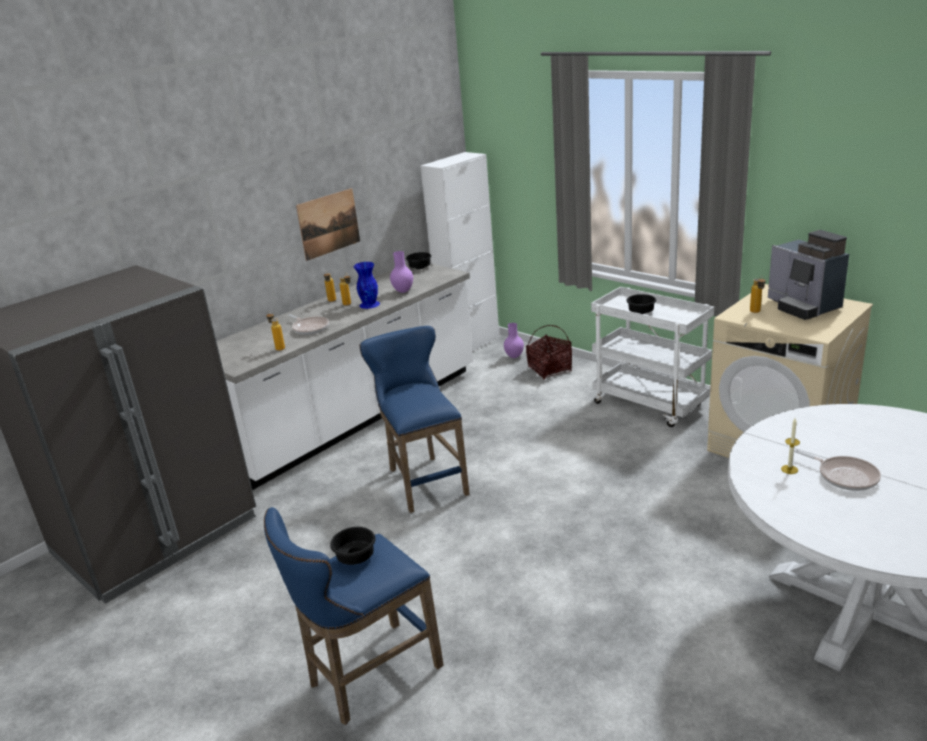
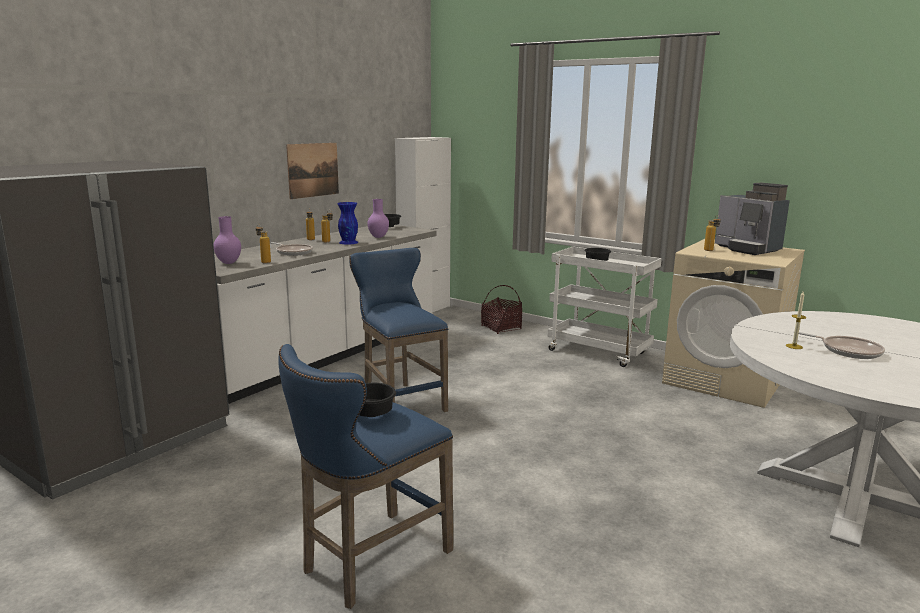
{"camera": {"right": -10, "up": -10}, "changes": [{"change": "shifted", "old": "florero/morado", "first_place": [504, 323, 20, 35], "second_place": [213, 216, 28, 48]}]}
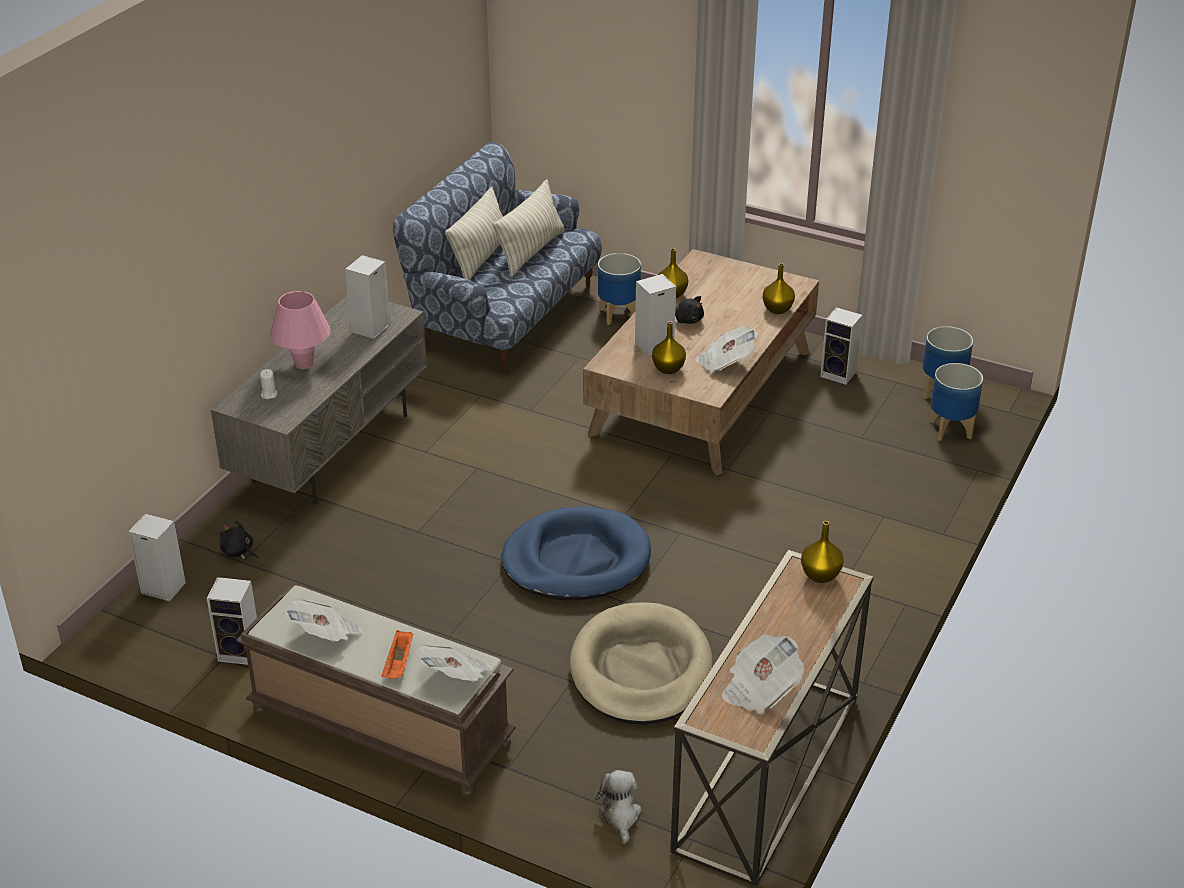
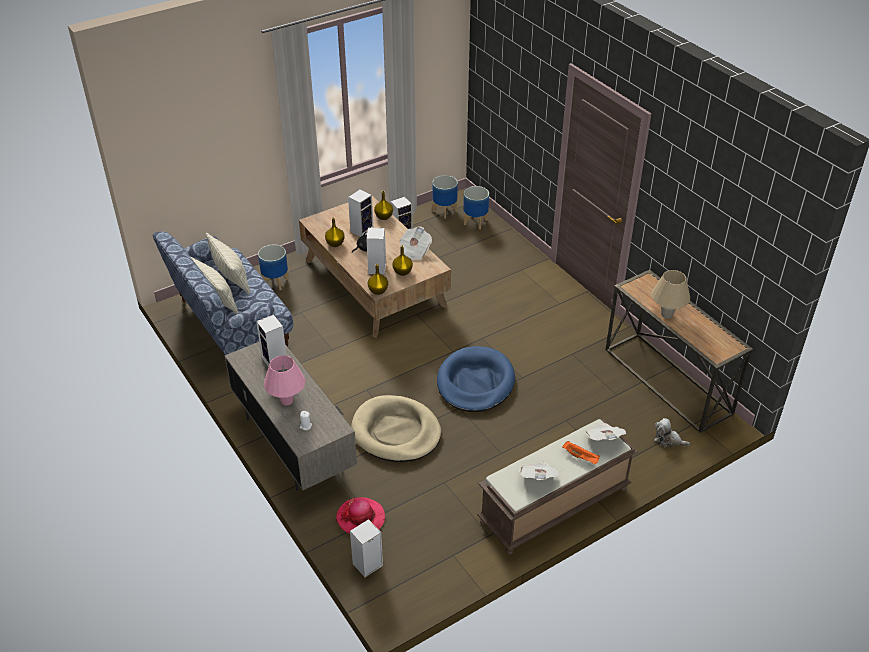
{"camera": {"right": -60, "up": 5}, "changes": [{"change": "gone", "old": "periódico", "first_place": [722, 634, 82, 80]}, {"change": "new", "new": "lámpara de mesa/beis", "second_place": [651, 270, 39, 49]}, {"change": "shifted", "old": "altavoz", "first_place": [207, 577, 50, 88], "second_place": [348, 190, 25, 47]}, {"change": "shifted", "old": "cama para perro/beis", "first_place": [570, 602, 143, 123], "second_place": [351, 395, 90, 67]}, {"change": "shifted", "old": "florero/amarillo", "first_place": [801, 521, 43, 62], "second_place": [368, 264, 20, 31]}, {"change": "swapped", "old": "peluche/negro", "new": "sombrero", "first_place": [220, 521, 39, 39], "second_place": [336, 497, 49, 37]}]}
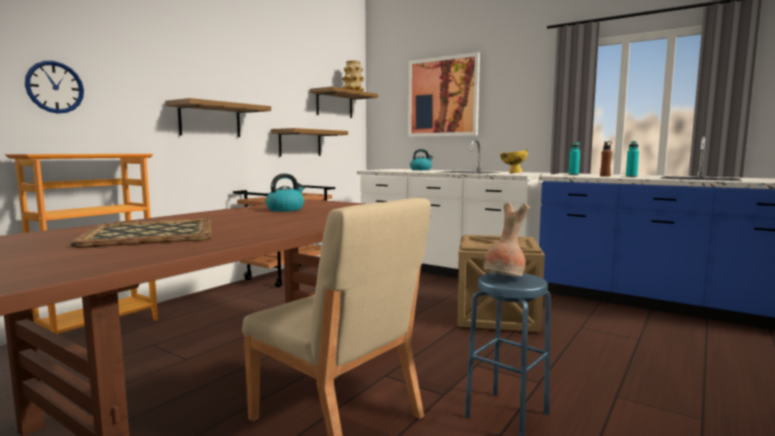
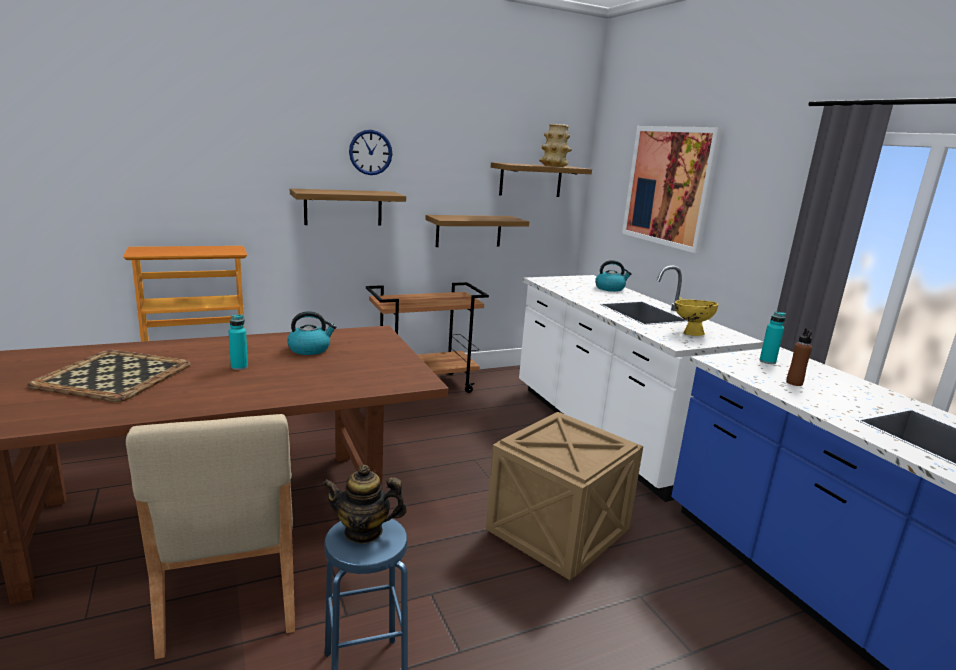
{"camera": {"right": 30, "up": 10}, "changes": [{"change": "shifted", "old": "reloj de pared", "first_place": [25, 61, 59, 53], "second_place": [349, 130, 43, 45]}, {"change": "shifted", "old": "botella/turquesa", "first_place": [626, 141, 13, 36], "second_place": [228, 315, 20, 55]}, {"change": "swapped", "old": "florero/marrón", "new": "tetera", "first_place": [483, 203, 47, 74], "second_place": [322, 465, 85, 78]}]}
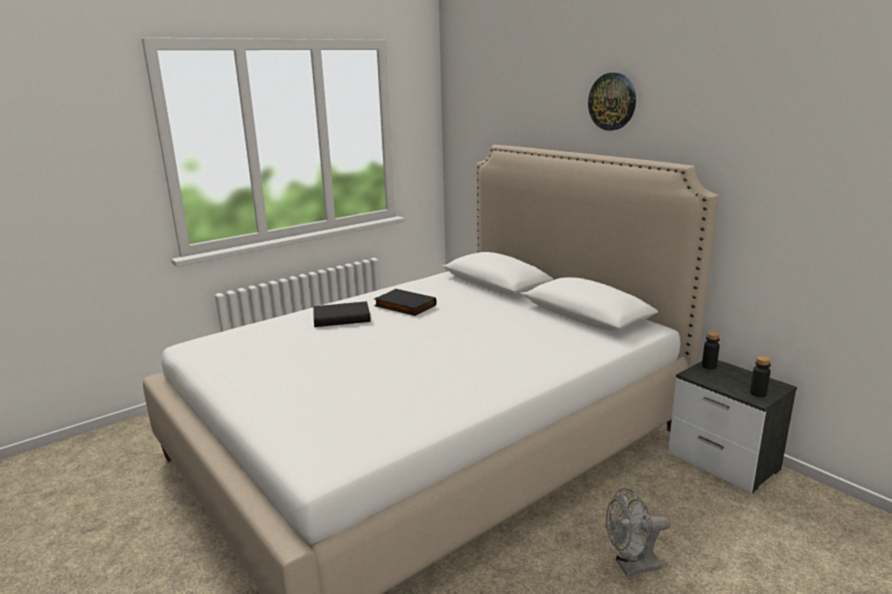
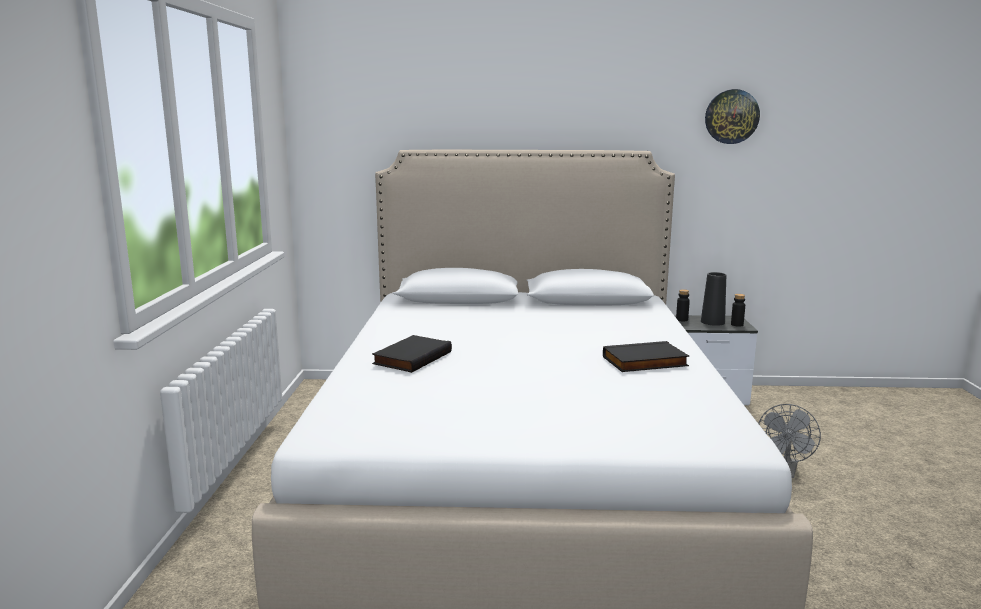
{"camera": {"right": -50, "up": -5}, "changes": [{"change": "new", "new": "florero/negro", "second_place": [701, 272, 25, 54]}, {"change": "shifted", "old": "libro/negro", "first_place": [374, 289, 62, 27], "second_place": [603, 341, 86, 31]}, {"change": "shifted", "old": "reloj de pared", "first_place": [588, 73, 48, 58], "second_place": [705, 89, 55, 55]}]}
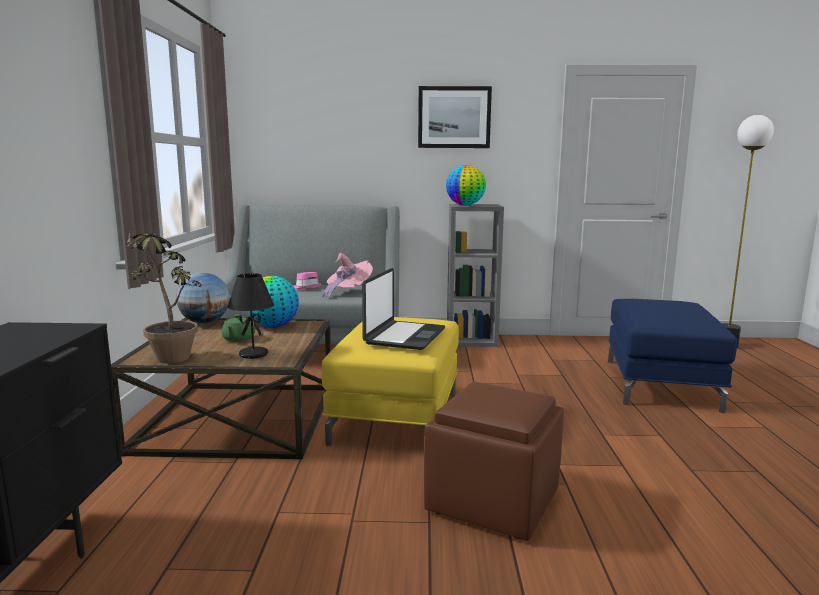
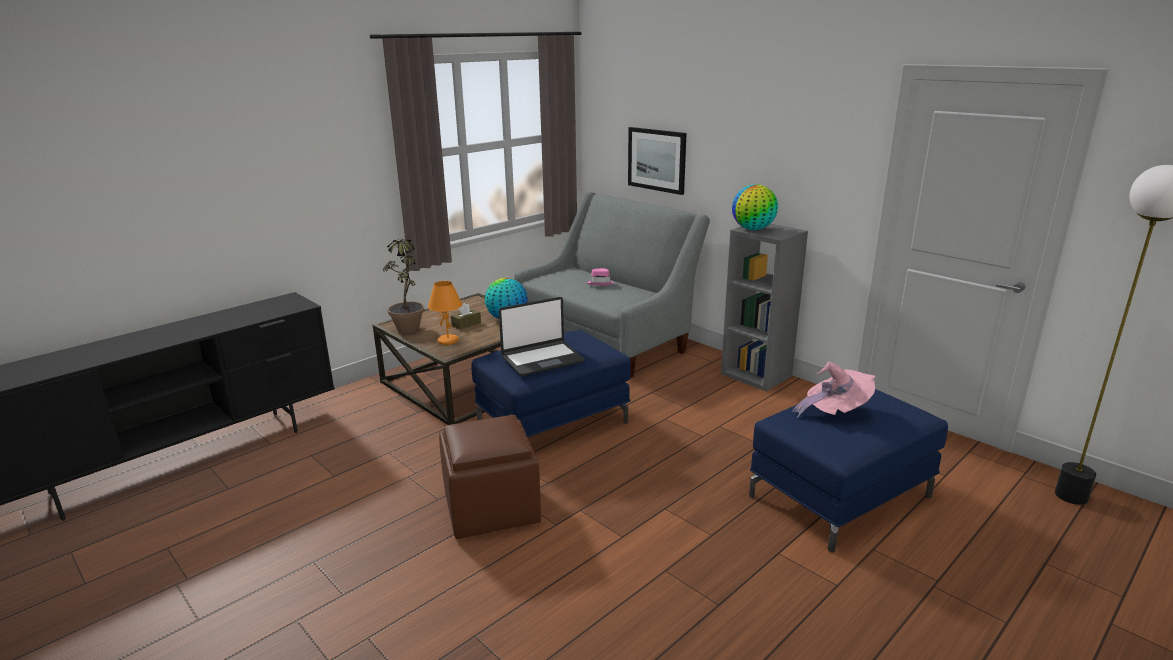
{"camera": {"right": 45, "up": 10}, "changes": [{"change": "gone", "old": "globo terráqueo", "first_place": [176, 273, 54, 51]}, {"change": "shifted", "old": "sombrero/rosa", "first_place": [322, 253, 51, 45], "second_place": [792, 361, 84, 57]}, {"change": "shifted", "old": "cuadro", "first_place": [418, 86, 74, 62], "second_place": [628, 127, 59, 68]}, {"change": "swapped", "old": "tetera/verde", "new": "caja de pañuelos/marrón", "first_place": [221, 314, 34, 28], "second_place": [451, 303, 30, 27]}, {"change": "repainted", "old": "lámpara de mesa/negro", "new": "lámpara de mesa/naranja", "first_place": [227, 273, 47, 86], "second_place": [428, 281, 34, 64]}, {"change": "repainted", "old": "puf/amarillo", "new": "puf/azul", "first_place": [322, 317, 137, 129], "second_place": [471, 330, 160, 107]}]}
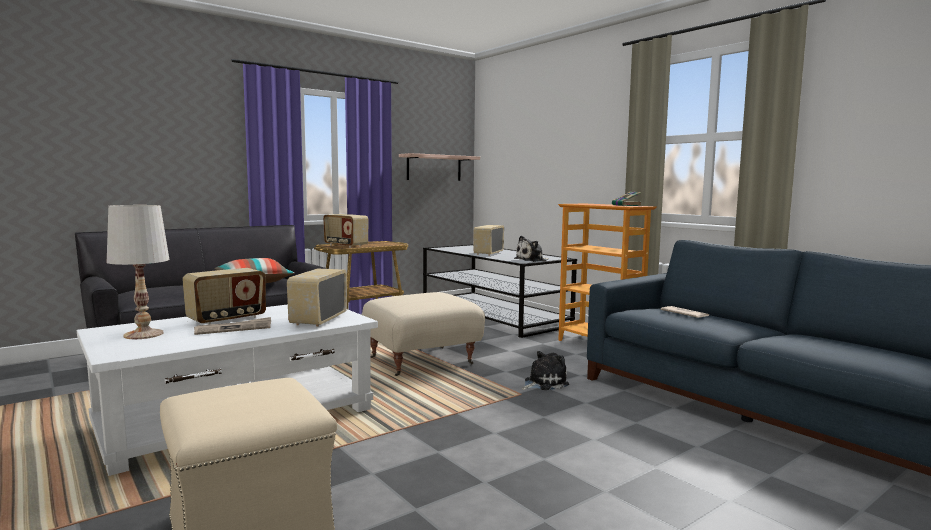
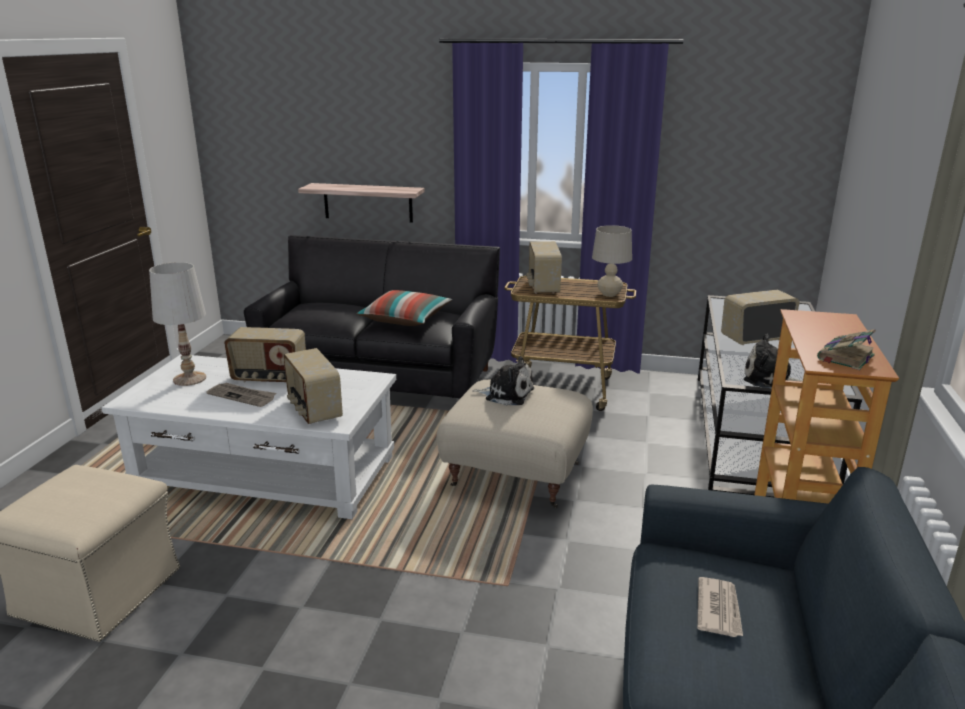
{"camera": {"right": 50, "up": 15}, "changes": [{"change": "new", "new": "lámpara de mesa/beis", "second_place": [592, 225, 40, 72]}, {"change": "shifted", "old": "estante", "first_place": [399, 153, 81, 28], "second_place": [298, 183, 127, 40]}, {"change": "shifted", "old": "peluche", "first_place": [522, 351, 47, 39], "second_place": [472, 356, 62, 49]}, {"change": "rotated", "old": "radio", "first_place": [287, 268, 60, 59], "second_place": [283, 348, 60, 76], "degrees": -90}]}
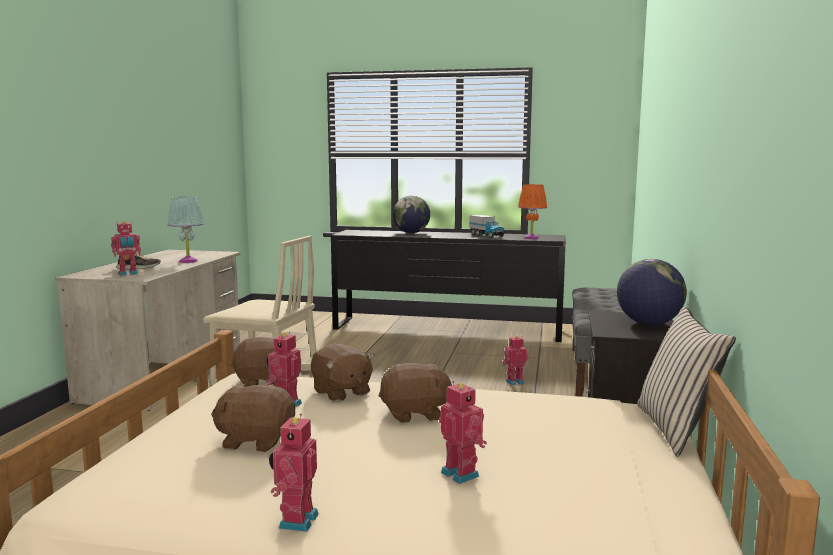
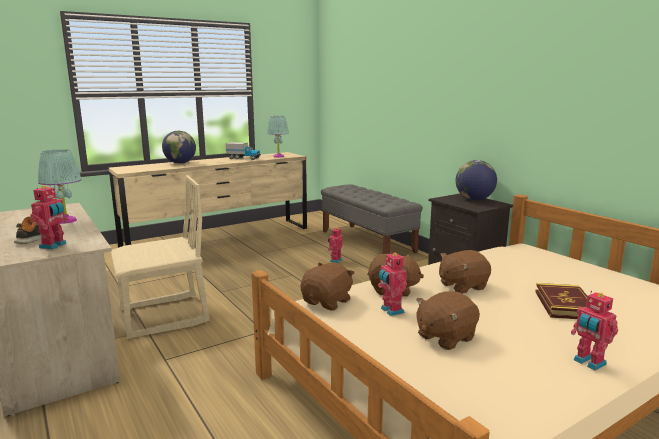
{"camera": {"right": -45, "up": 5}, "changes": [{"change": "gone", "old": "cojín/beis", "first_place": [637, 307, 99, 150]}, {"change": "swapped", "old": "robot de juguete", "new": "libro", "first_place": [439, 381, 48, 103], "second_place": [535, 283, 53, 36]}, {"change": "repainted", "old": "cómoda/negro", "new": "cómoda/beis", "first_place": [331, 230, 235, 112], "second_place": [109, 152, 198, 96]}, {"change": "repainted", "old": "lámpara de mesa/naranja", "new": "lámpara de mesa/turquesa", "first_place": [518, 184, 29, 55], "second_place": [267, 116, 22, 42]}, {"change": "rotated", "old": "peluche/marrón", "first_place": [379, 362, 73, 61], "second_place": [439, 250, 52, 44], "degrees": -150}]}
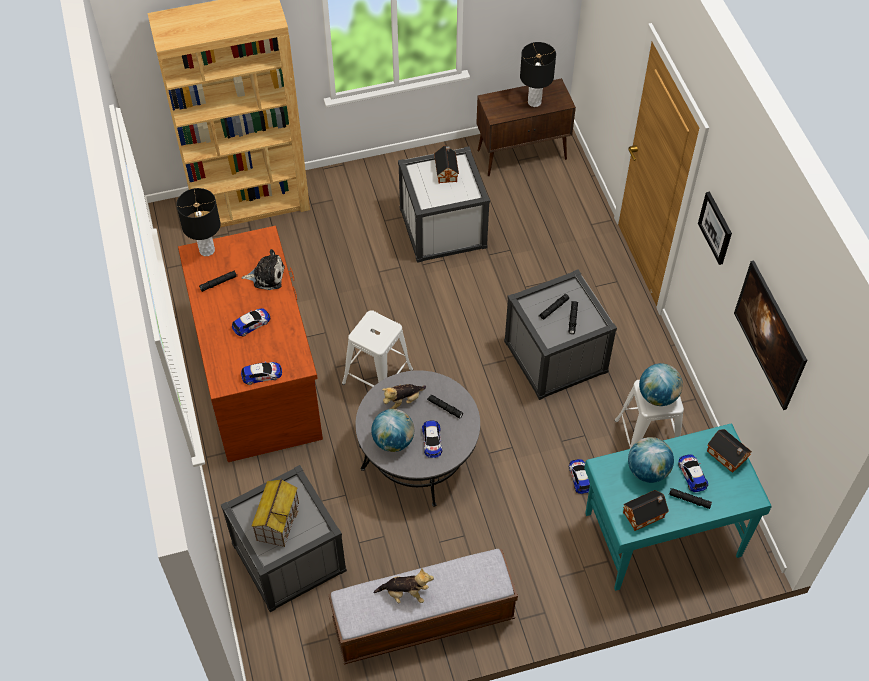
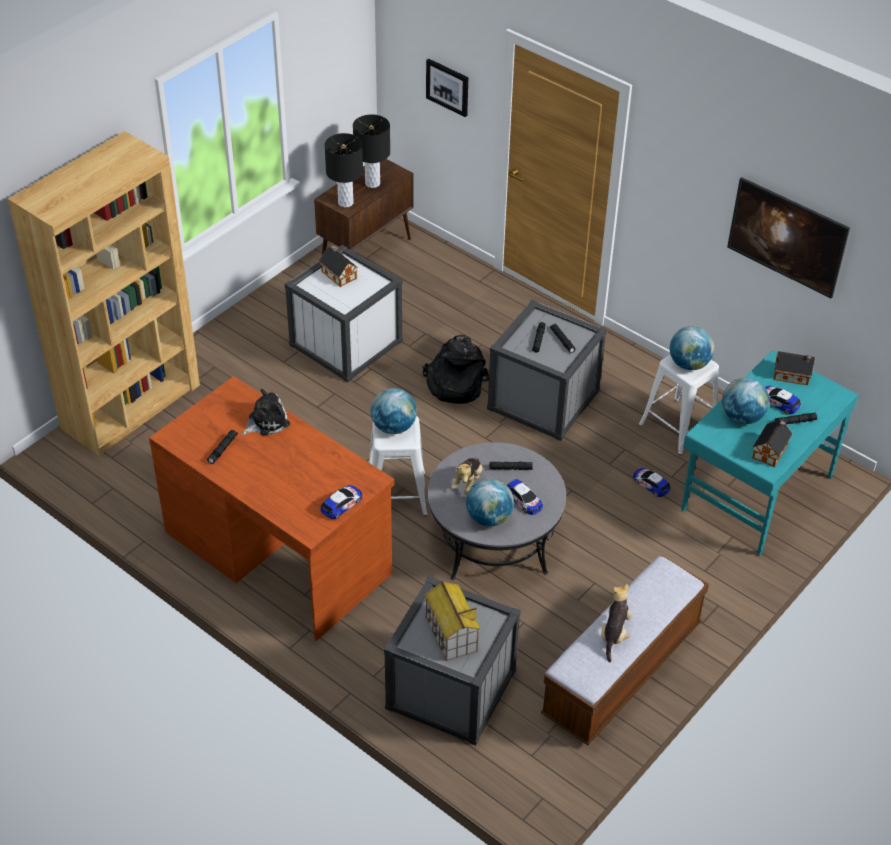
{"camera": {"right": -35, "up": -10}, "changes": [{"change": "gone", "old": "coche de juguete", "first_place": [232, 308, 38, 29]}, {"change": "new", "new": "globo terráqueo", "second_place": [371, 388, 46, 46]}, {"change": "new", "new": "mochila/negro", "second_place": [422, 335, 67, 69]}, {"change": "shifted", "old": "lámpara de mesa/negro", "first_place": [176, 188, 45, 68], "second_place": [325, 133, 38, 75]}, {"change": "shifted", "old": "cuadro", "first_place": [698, 191, 34, 74], "second_place": [426, 59, 42, 58]}, {"change": "rotated", "old": "peluche", "first_place": [374, 568, 60, 35], "second_place": [601, 584, 31, 78], "degrees": -45}]}
